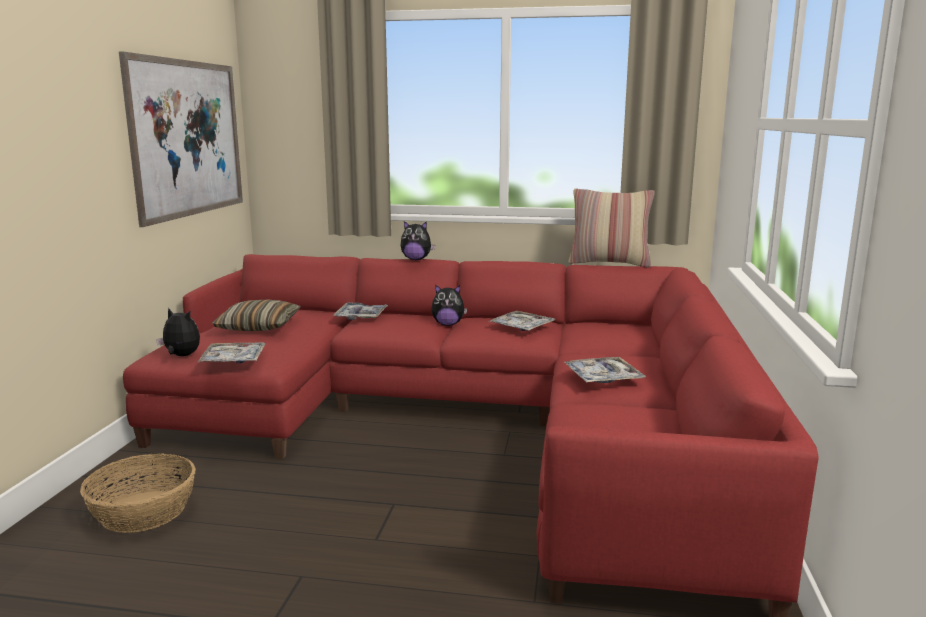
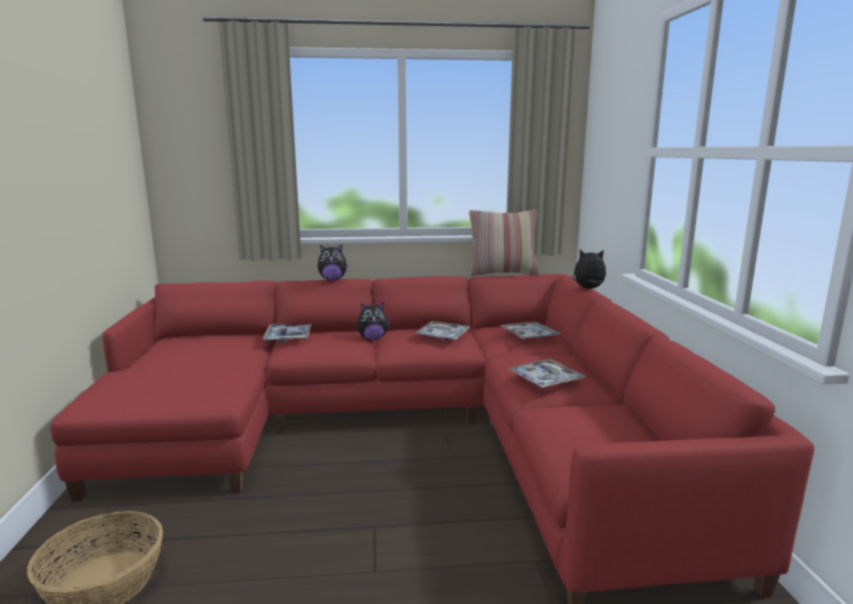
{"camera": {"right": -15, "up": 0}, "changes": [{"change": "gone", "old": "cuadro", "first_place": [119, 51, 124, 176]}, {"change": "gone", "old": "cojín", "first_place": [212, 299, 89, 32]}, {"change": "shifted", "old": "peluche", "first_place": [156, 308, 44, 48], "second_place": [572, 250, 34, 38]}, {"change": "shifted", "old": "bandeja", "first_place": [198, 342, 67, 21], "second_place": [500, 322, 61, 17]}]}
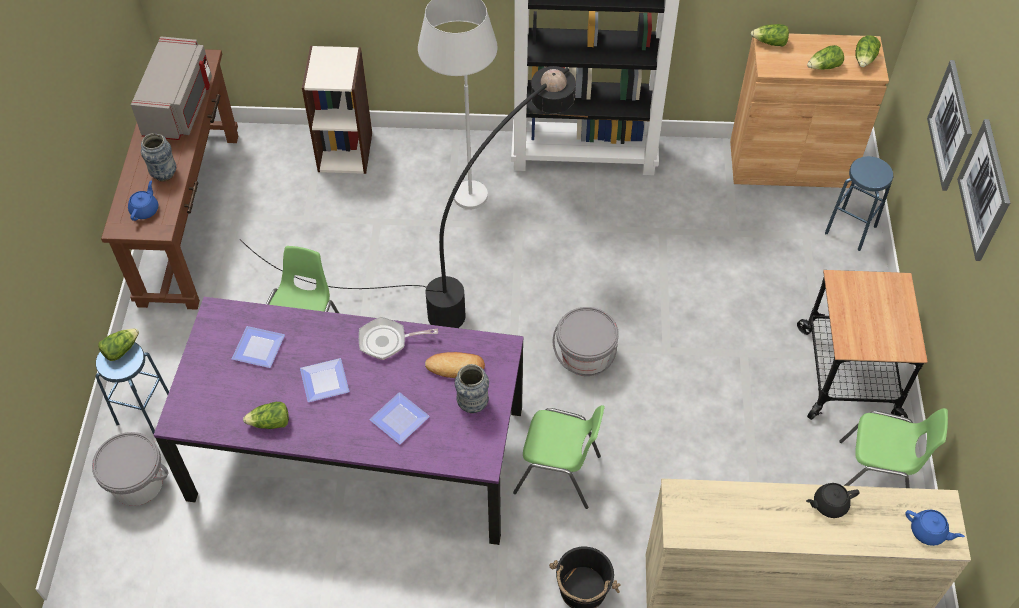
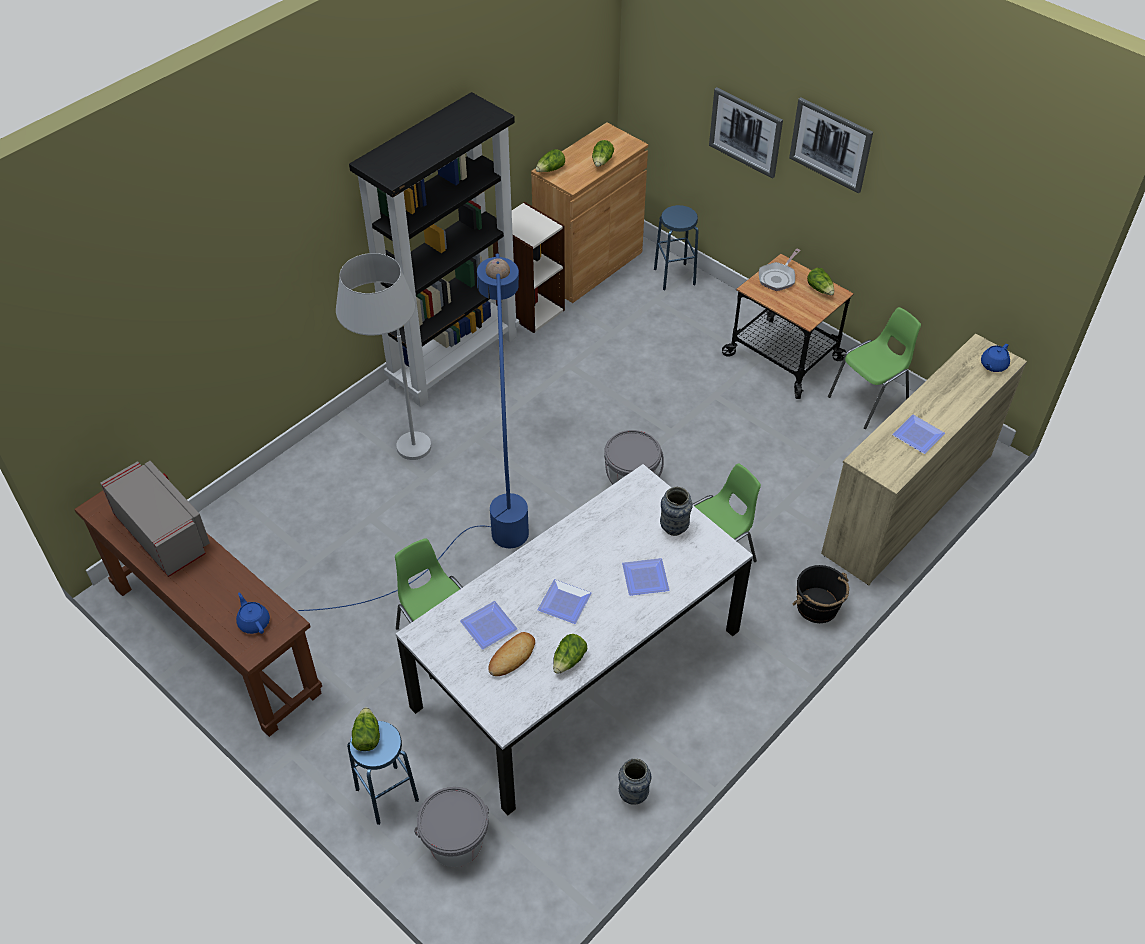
{"camera": {"right": -50, "up": -5}, "changes": [{"change": "gone", "old": "tetera/negro", "first_place": [806, 483, 54, 35]}, {"change": "new", "new": "plato", "second_place": [892, 414, 53, 40]}, {"change": "shifted", "old": "florero", "first_place": [141, 133, 35, 49], "second_place": [619, 758, 32, 47]}, {"change": "shifted", "old": "estantería", "first_place": [302, 46, 70, 128], "second_place": [493, 202, 72, 131]}, {"change": "shifted", "old": "sartén", "first_place": [359, 317, 79, 43], "second_place": [759, 248, 42, 43]}, {"change": "shifted", "old": "pan", "first_place": [425, 352, 60, 26], "second_place": [489, 632, 46, 44]}, {"change": "shifted", "old": "lechuga", "first_place": [855, 35, 26, 32], "second_place": [807, 268, 27, 27]}, {"change": "repainted", "old": "mesa de comedor/morado", "new": "mesa de comedor/blanco", "first_place": [154, 297, 370, 248], "second_place": [396, 464, 357, 351]}, {"change": "repainted", "old": "lámpara de pie/negro", "new": "lámpara de pie/azul", "first_place": [240, 66, 336, 262], "second_place": [298, 254, 231, 357]}, {"change": "rotated", "old": "tetera/azul", "first_place": [905, 510, 60, 36], "second_place": [981, 344, 29, 28], "degrees": 150}]}
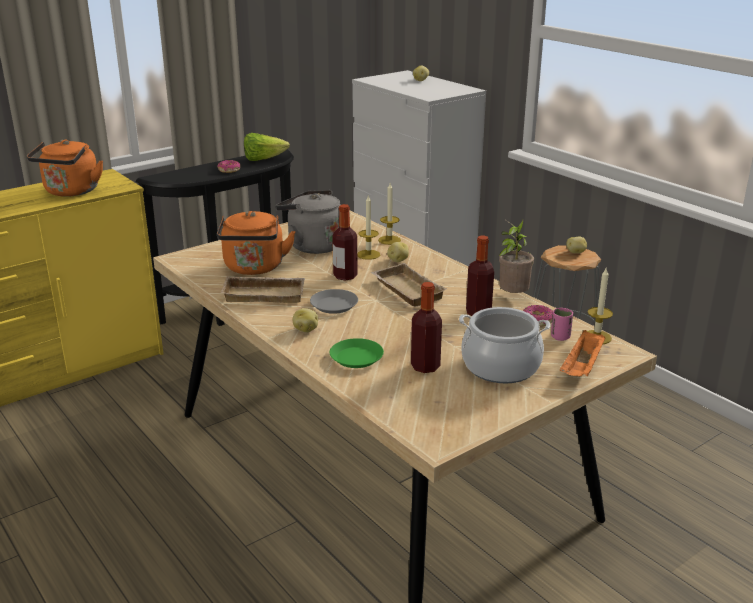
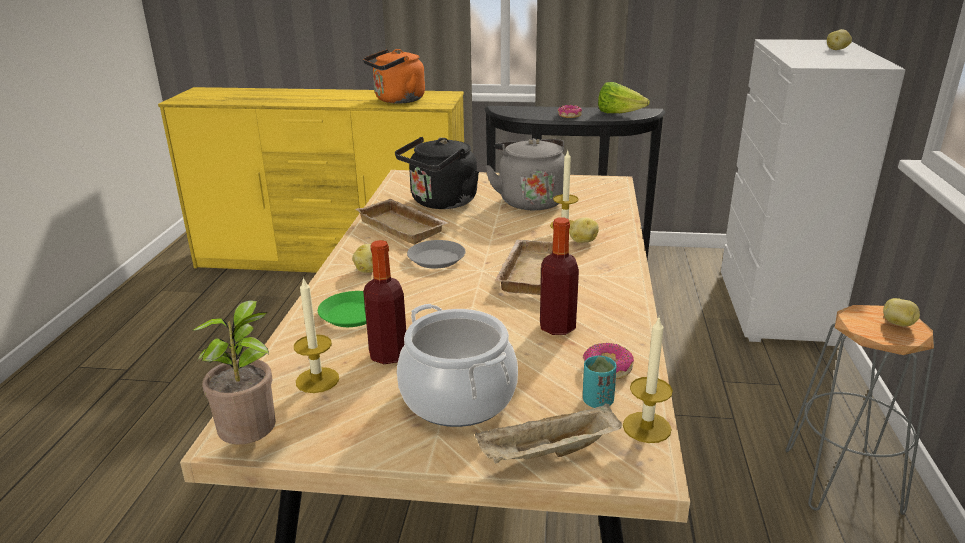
{"camera": {"right": 45, "up": 0}, "changes": [{"change": "gone", "old": "botella", "first_place": [332, 204, 26, 77]}, {"change": "shifted", "old": "vela", "first_place": [378, 183, 23, 62], "second_place": [294, 277, 45, 116]}, {"change": "shifted", "old": "planta en maceta", "first_place": [499, 220, 35, 73], "second_place": [193, 300, 83, 145]}, {"change": "repainted", "old": "hervidor/naranja", "new": "hervidor/negro", "first_place": [217, 211, 79, 64], "second_place": [395, 137, 84, 72]}, {"change": "repainted", "old": "taza/rosa", "new": "taza/turquesa", "first_place": [551, 308, 22, 33], "second_place": [583, 356, 34, 52]}, {"change": "repainted", "old": "bandeja/naranja", "new": "bandeja/beis", "first_place": [560, 330, 46, 47], "second_place": [475, 403, 147, 60]}]}
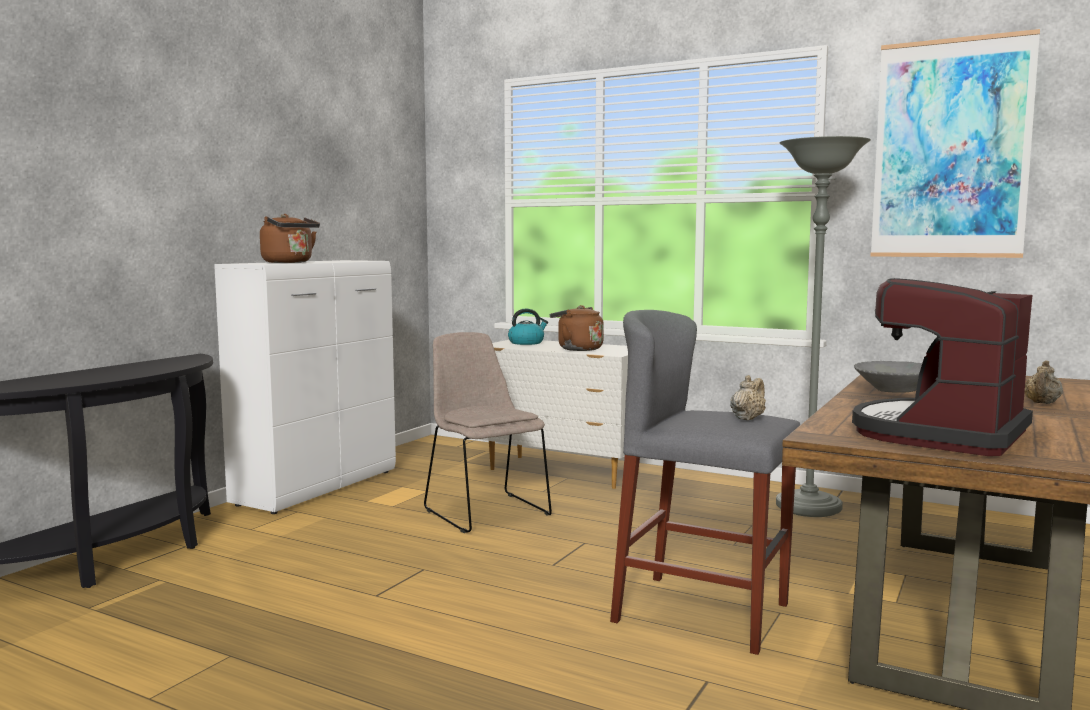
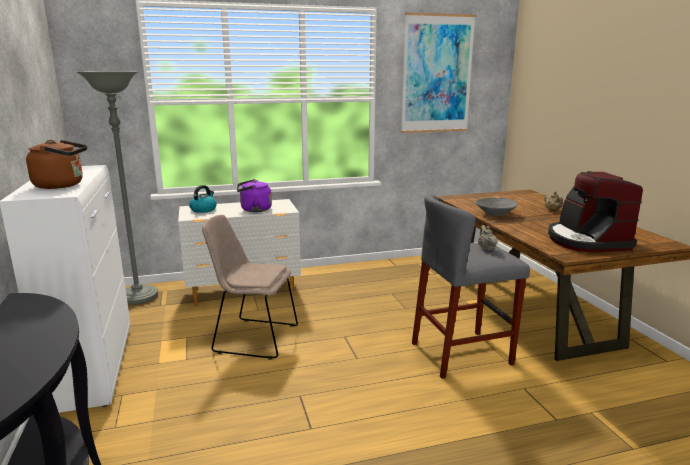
{"camera": {"right": -45, "up": 10}, "changes": [{"change": "shifted", "old": "lámpara de pie/gris", "first_place": [776, 136, 95, 381], "second_place": [77, 72, 81, 233]}, {"change": "repainted", "old": "hervidor/marrón", "new": "hervidor/morado", "first_place": [550, 305, 54, 46], "second_place": [237, 179, 35, 33]}]}
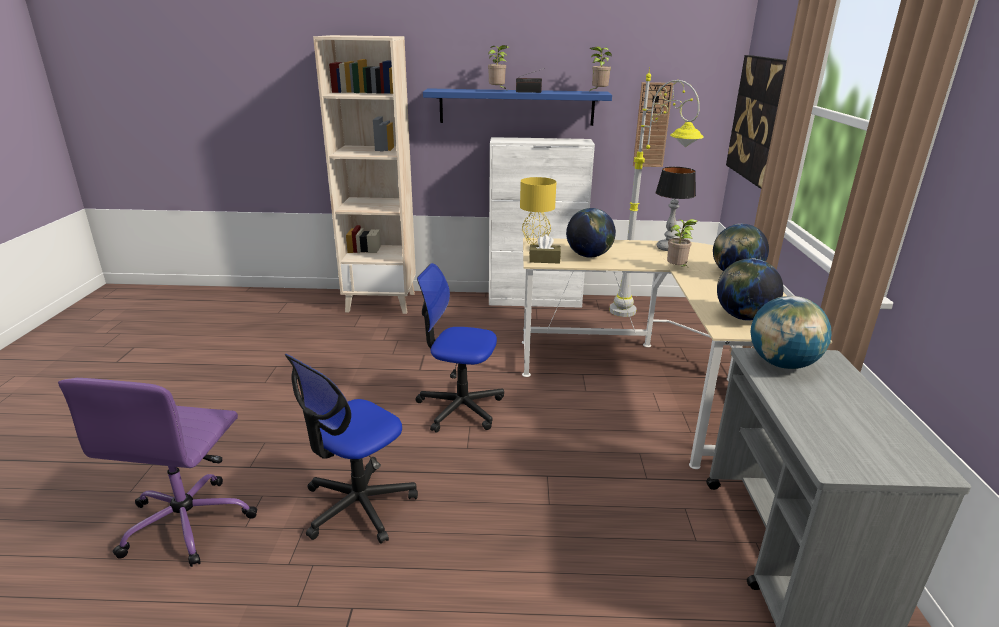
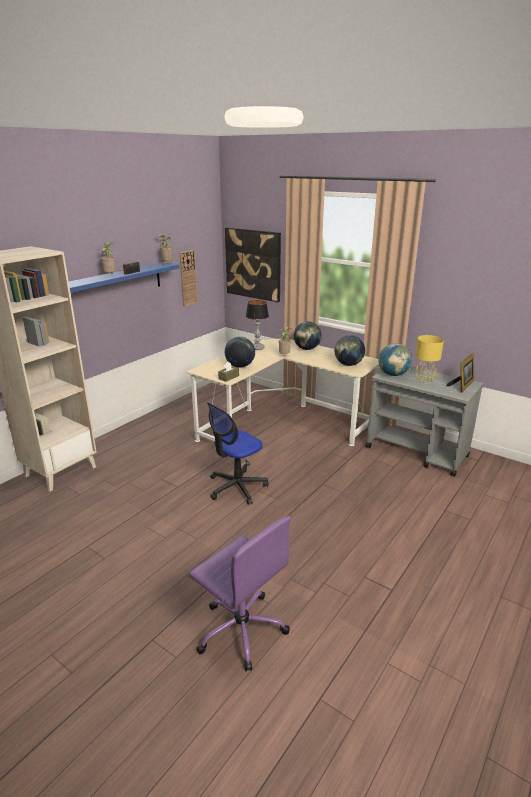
{"camera": {"right": -55, "up": 0}, "changes": [{"change": "gone", "old": "silla de oficina", "first_place": [285, 354, 133, 190]}, {"change": "gone", "old": "armario/blanco", "first_place": [489, 137, 106, 171]}, {"change": "gone", "old": "lámpara de pie/gris", "first_place": [609, 67, 95, 250]}, {"change": "new", "new": "portarretratos", "second_place": [447, 353, 27, 40]}, {"change": "shifted", "old": "lámpara de mesa/amarillo", "first_place": [520, 177, 37, 68], "second_place": [415, 335, 29, 48]}]}
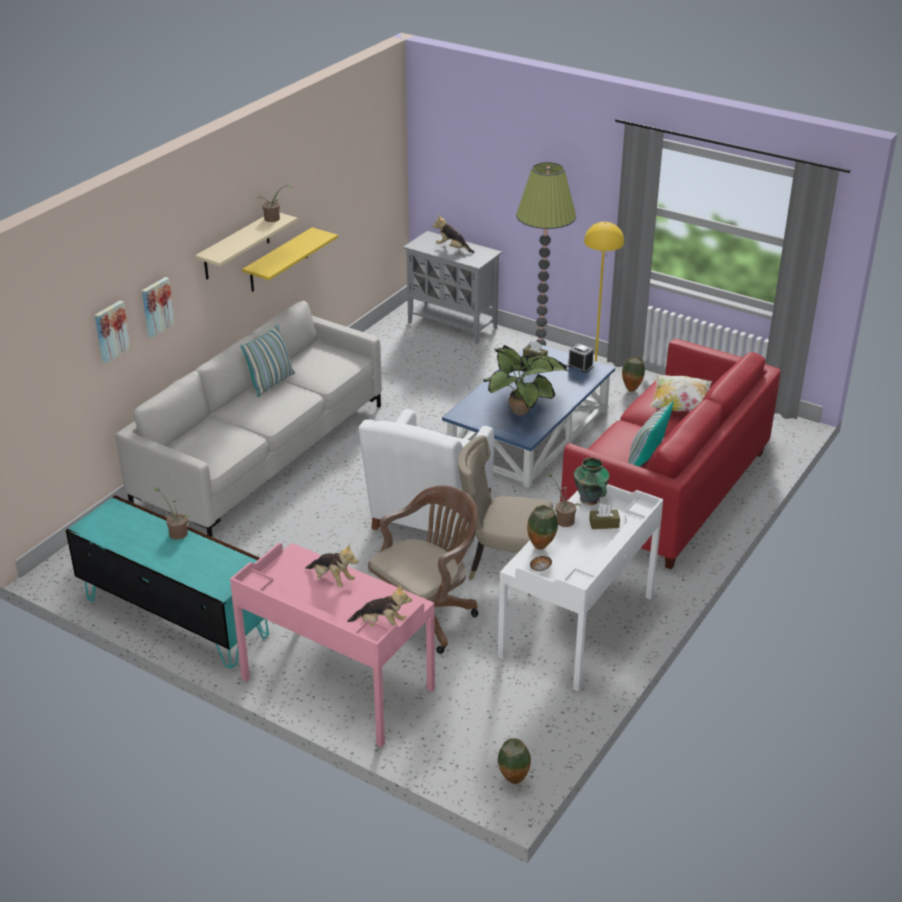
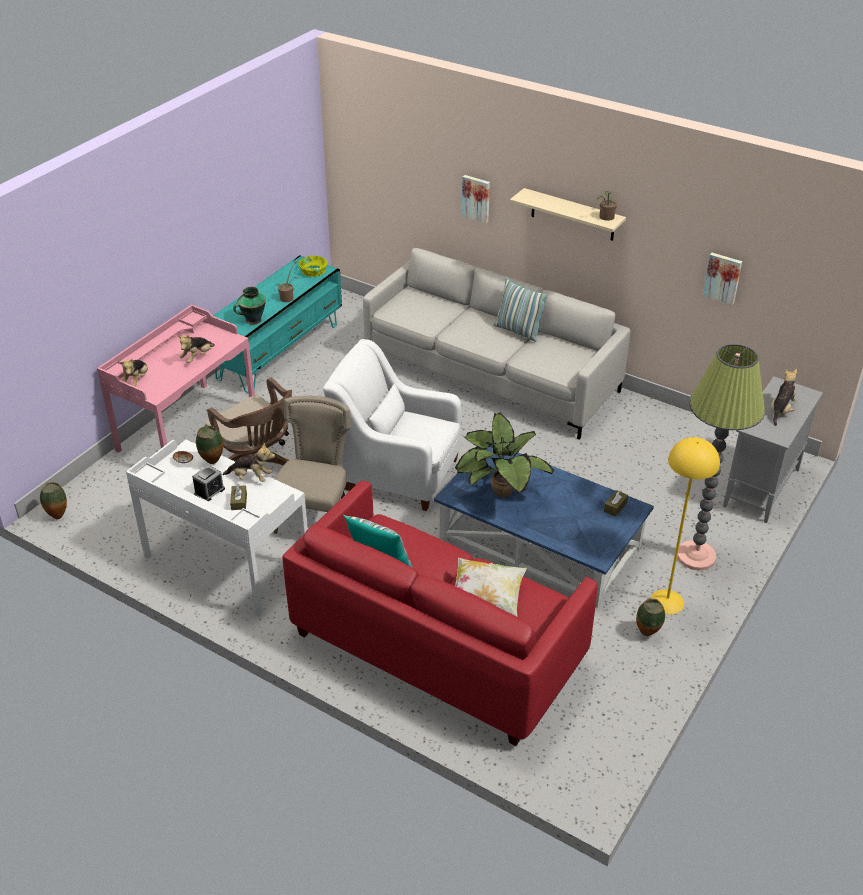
{"camera": {"right": 90, "up": 5}, "changes": [{"change": "gone", "old": "estante/amarillo", "first_place": [242, 227, 96, 65]}, {"change": "new", "new": "cuenco/amarillo", "second_place": [299, 256, 29, 21]}, {"change": "shifted", "old": "cuadro", "first_place": [95, 301, 36, 62], "second_place": [703, 253, 39, 52]}, {"change": "shifted", "old": "despertador", "first_place": [567, 343, 27, 30], "second_place": [192, 465, 33, 37]}, {"change": "shifted", "old": "florero", "first_place": [574, 457, 36, 48], "second_place": [233, 287, 33, 38]}, {"change": "swapped", "old": "planta en maceta", "new": "peluche", "first_place": [546, 473, 35, 54], "second_place": [222, 443, 53, 39]}]}
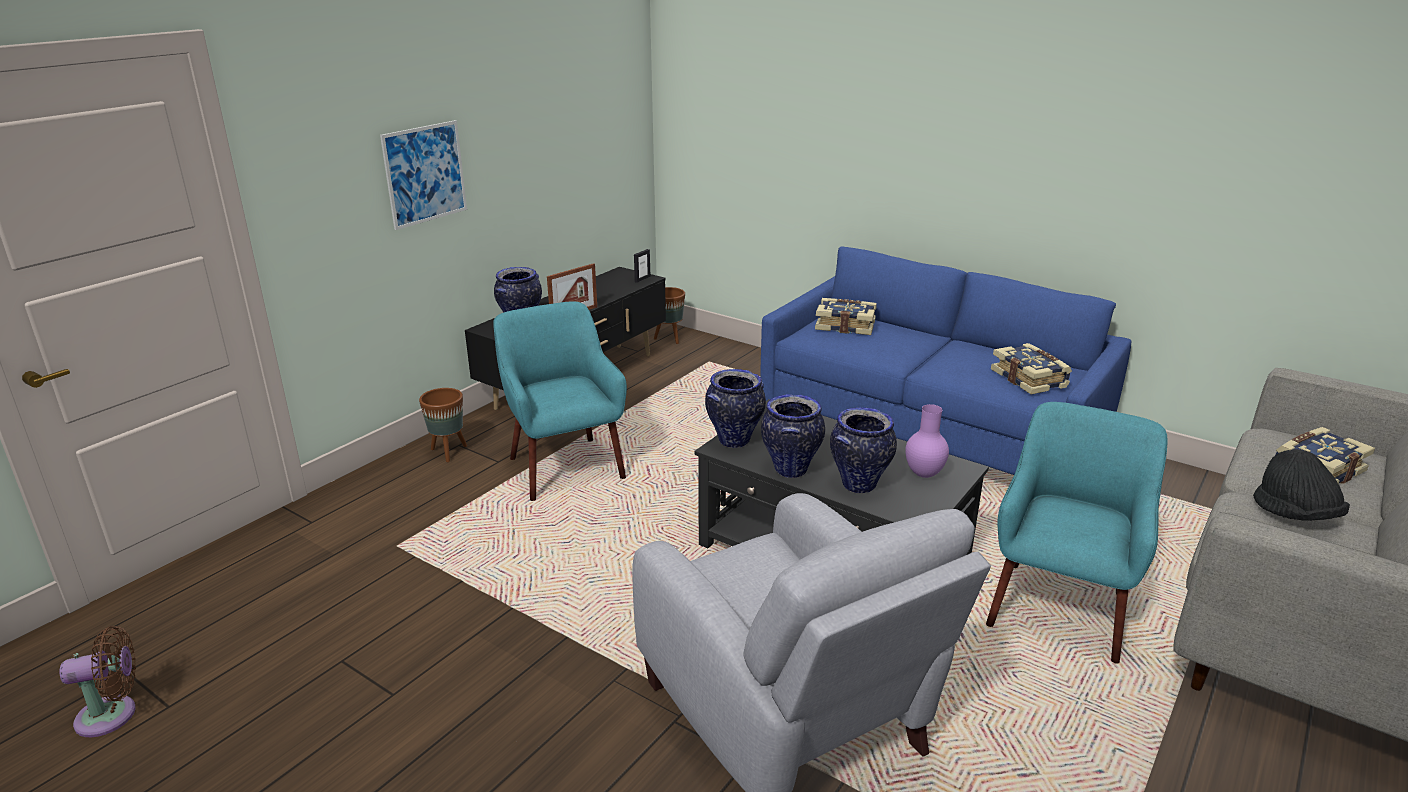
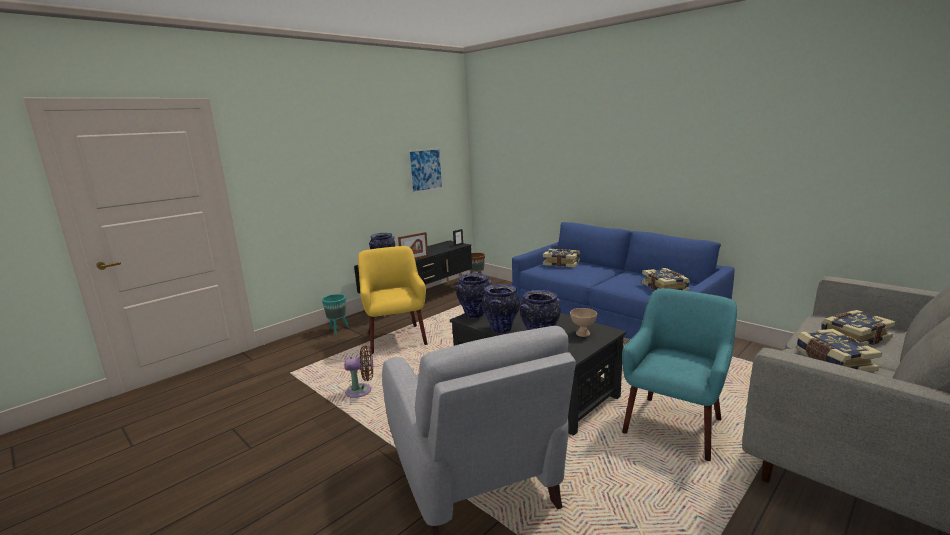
{"camera": {"right": 10, "up": -10}, "changes": [{"change": "shifted", "old": "ventilador/marrón", "first_place": [59, 626, 77, 111], "second_place": [344, 346, 29, 52]}, {"change": "shifted", "old": "cuadro", "first_place": [380, 120, 87, 110], "second_place": [408, 148, 35, 45]}, {"change": "swapped", "old": "florero/morado", "new": "cuenco/beis", "first_place": [905, 404, 44, 74], "second_place": [570, 308, 27, 29]}, {"change": "swapped", "old": "sombrero/negro", "new": "libro", "first_place": [1253, 449, 97, 72], "second_place": [796, 329, 86, 43]}, {"change": "repainted", "old": "maceta/marrón", "new": "maceta/turquesa", "first_place": [419, 388, 48, 74], "second_place": [322, 294, 27, 41]}, {"change": "repainted", "old": "sillón/turquesa", "new": "sillón/amarillo", "first_place": [493, 302, 134, 199], "second_place": [358, 246, 69, 108]}]}
